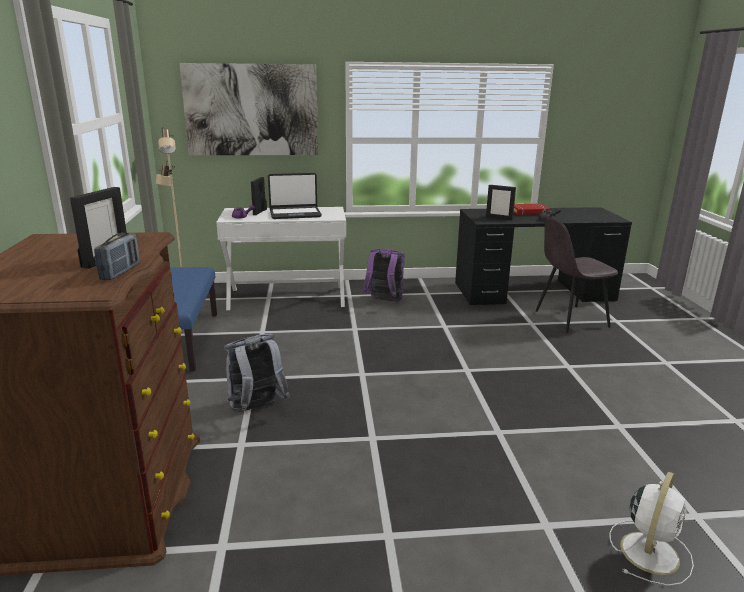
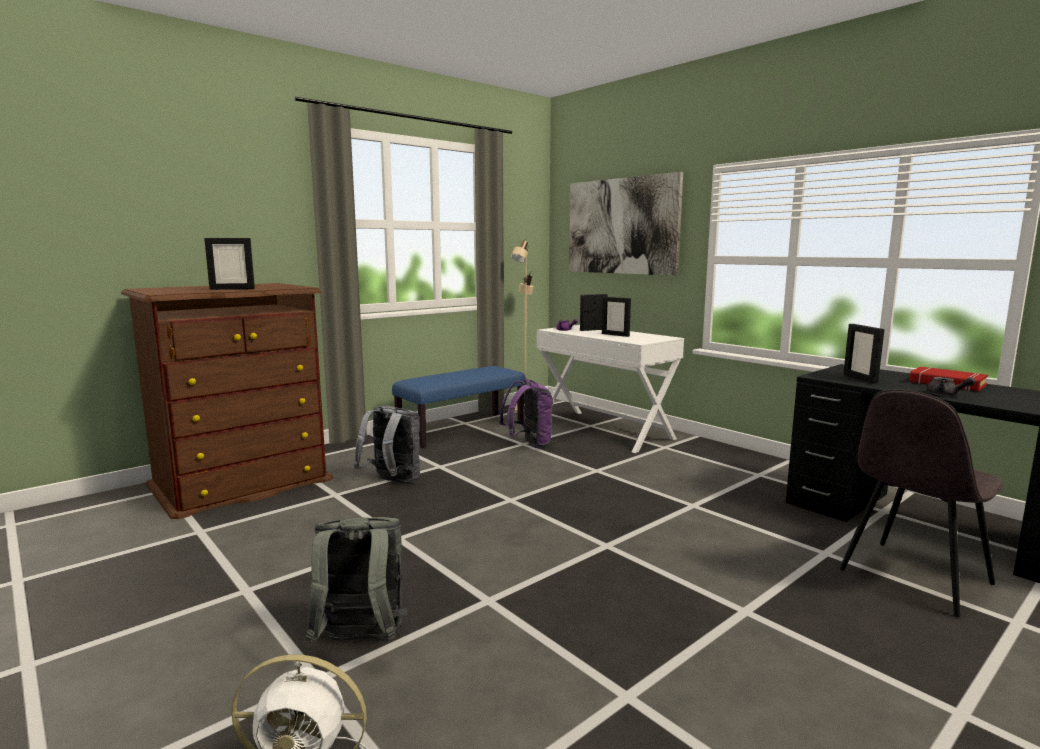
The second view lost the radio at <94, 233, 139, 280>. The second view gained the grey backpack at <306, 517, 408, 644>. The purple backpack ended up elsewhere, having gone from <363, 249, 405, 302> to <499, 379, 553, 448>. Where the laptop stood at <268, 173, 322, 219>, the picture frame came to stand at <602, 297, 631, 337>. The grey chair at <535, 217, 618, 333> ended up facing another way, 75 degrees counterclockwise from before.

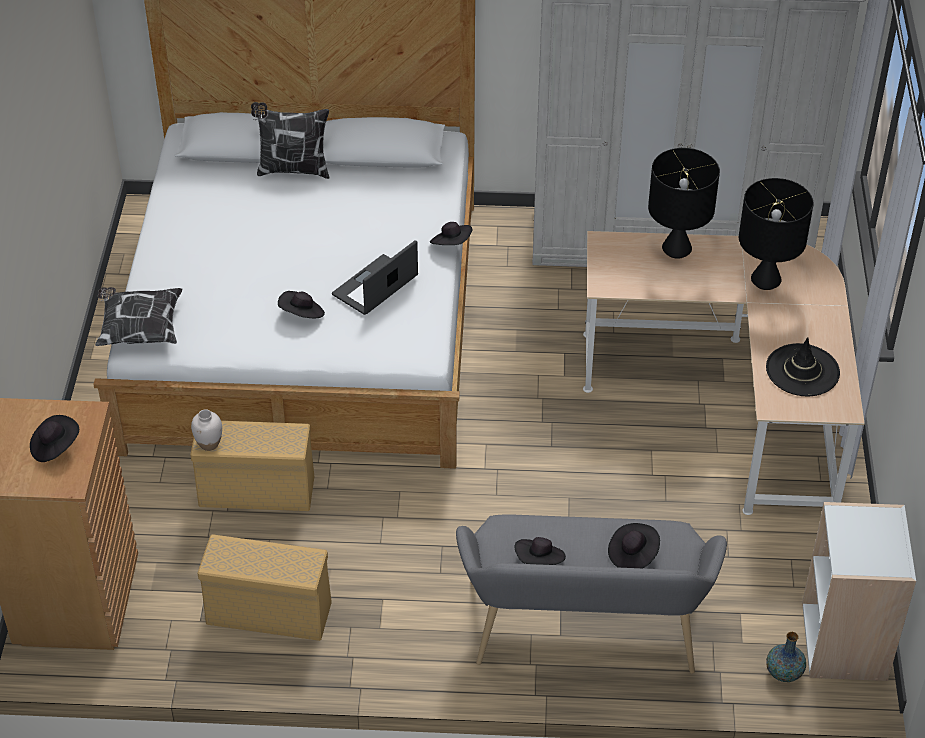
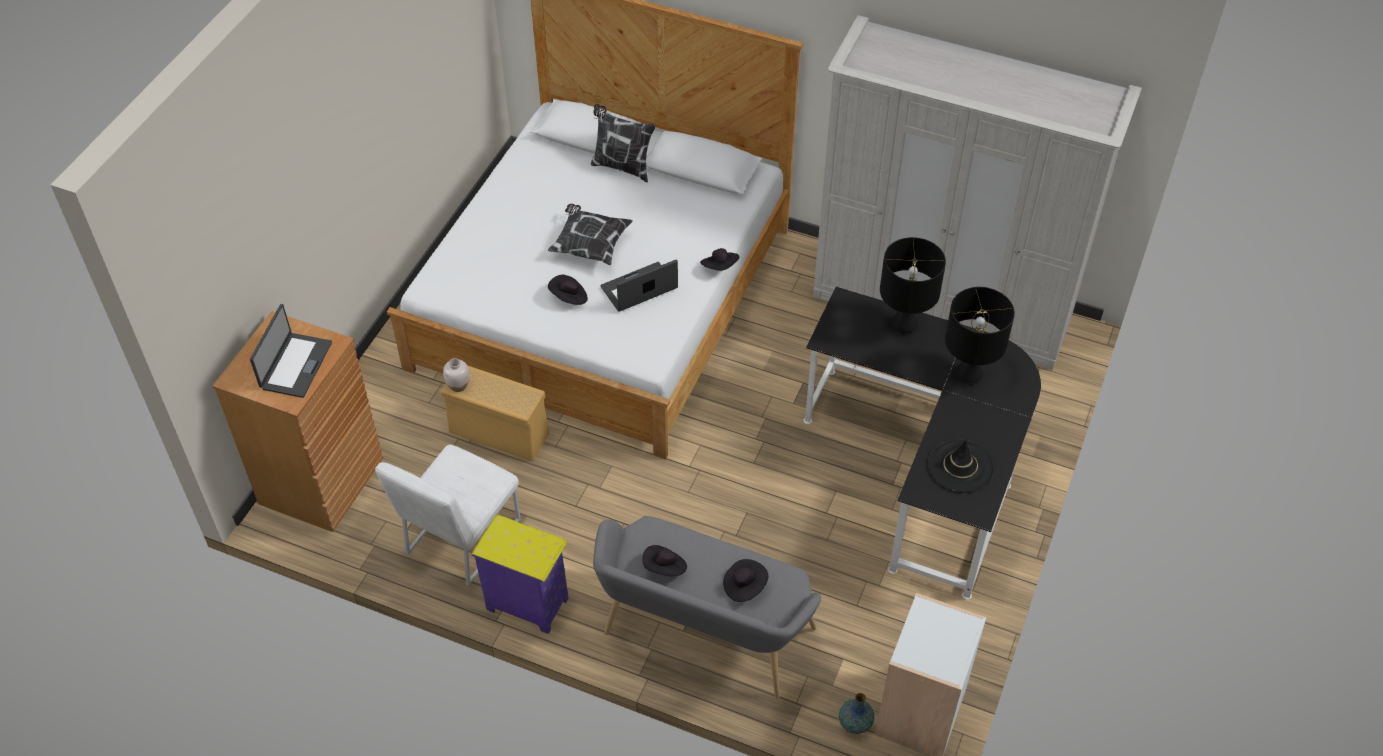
The second view gained the nightstand at <471, 514, 568, 634>. The pillow ended up elsewhere, having gone from <95, 287, 182, 346> to <548, 204, 633, 265>. Where the black hat stood at <30, 415, 79, 462>, the laptop came to stand at <250, 304, 332, 398>. Where the beige storage box stood at <198, 534, 332, 641>, the white chair came to stand at <375, 445, 521, 586>. What was the beige desk at <583, 231, 865, 515> turned into the black desk at <803, 287, 1041, 600>.

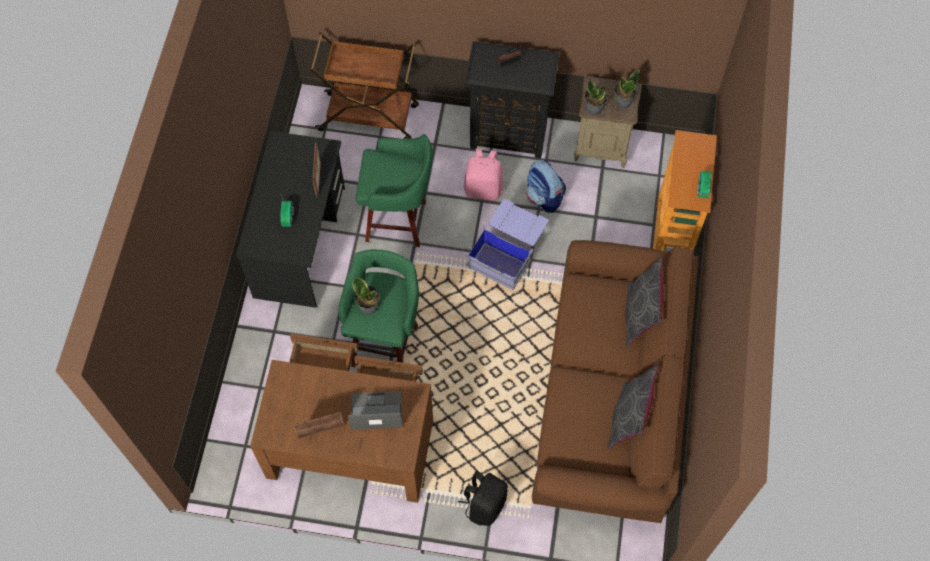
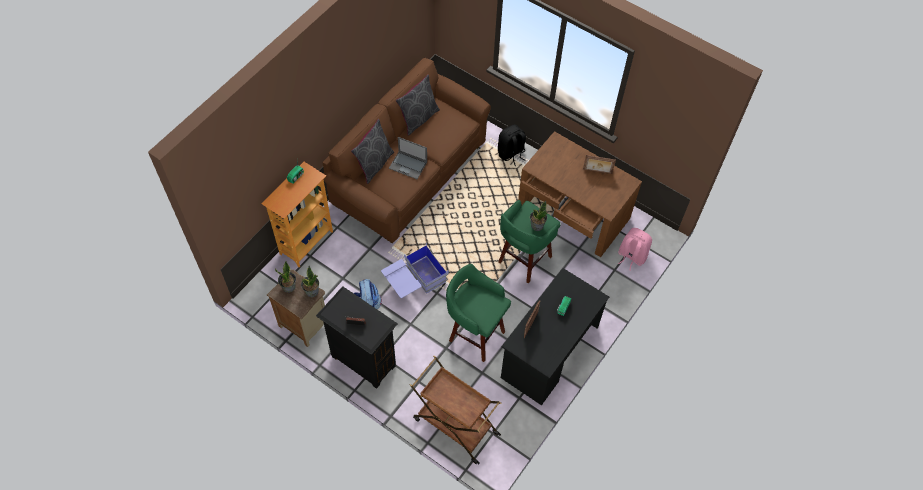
The laptop ended up elsewhere, having gone from <348, 391, 402, 430> to <389, 137, 427, 179>. The pink backpack ended up elsewhere, having gone from <464, 148, 504, 201> to <618, 228, 652, 270>.

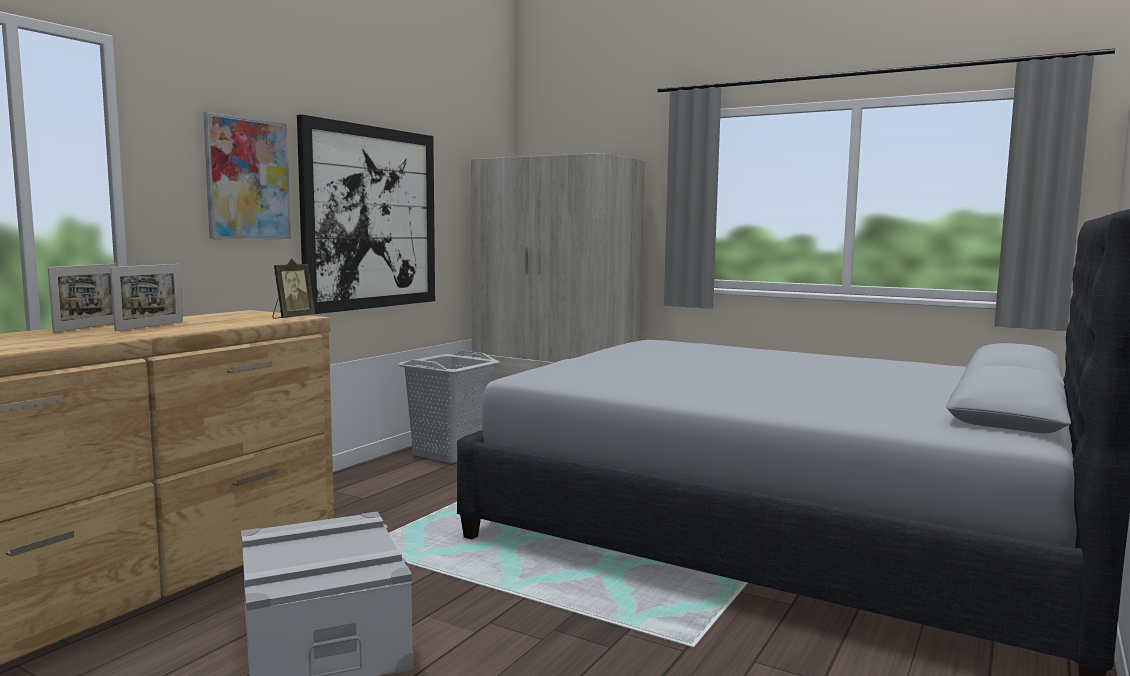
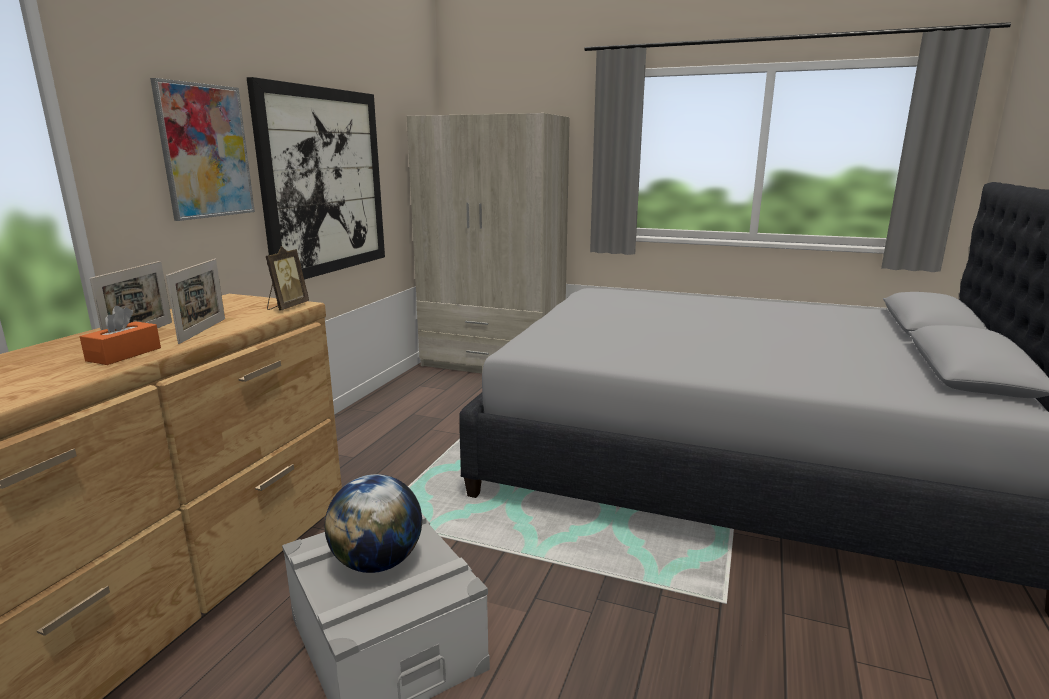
The second view lost the grey laundry basket at <398, 351, 500, 463>. The second view gained the orange tissue box at <80, 306, 161, 365>. The second view gained the globe at <325, 474, 422, 573>. The picture frame ended up elsewhere, having gone from <48, 264, 117, 332> to <166, 259, 225, 344>.

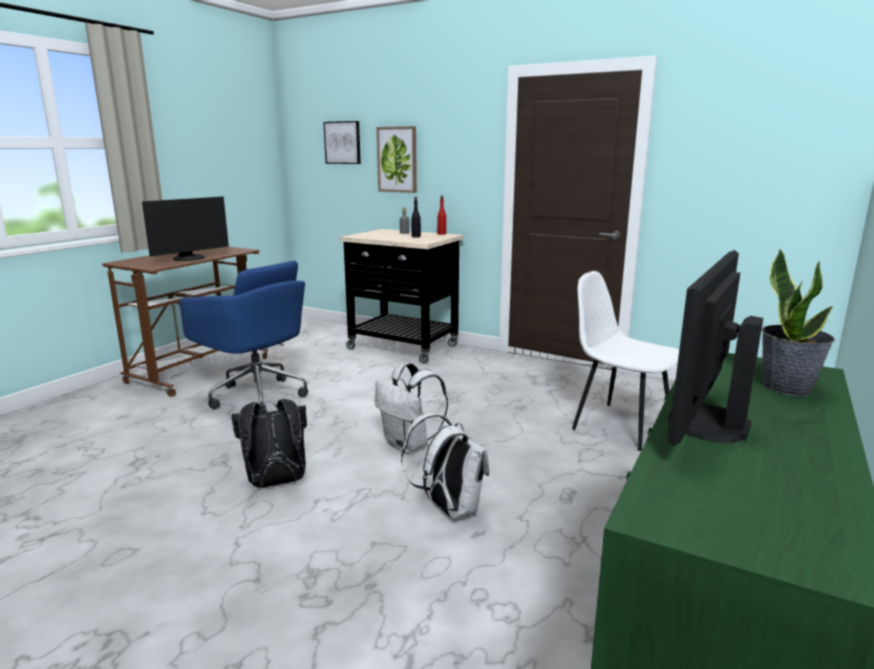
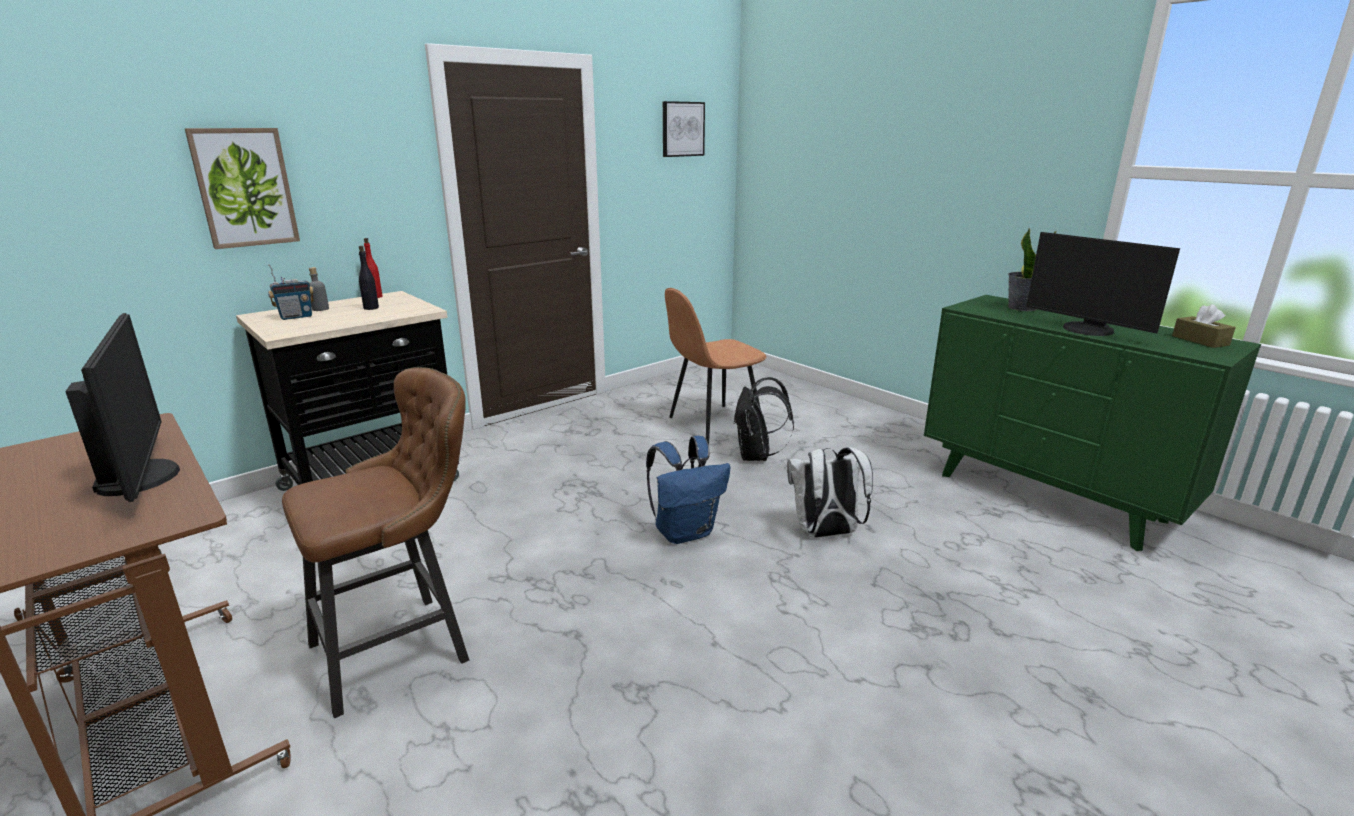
The second view gained the radio at <268, 264, 314, 320>. The second view gained the brown tissue box at <1172, 304, 1236, 348>. The black backpack ended up elsewhere, having gone from <231, 399, 307, 488> to <733, 377, 794, 461>. The picture ended up elsewhere, having gone from <323, 121, 361, 164> to <663, 101, 705, 157>. Where the blue office chair stood at <180, 261, 308, 413>, the brown stool came to stand at <282, 367, 469, 718>. What was the white backpack at <375, 363, 448, 453> turned into the blue backpack at <646, 436, 730, 544>. What was the white chair at <572, 271, 679, 451> turned into the brown chair at <665, 288, 766, 444>.

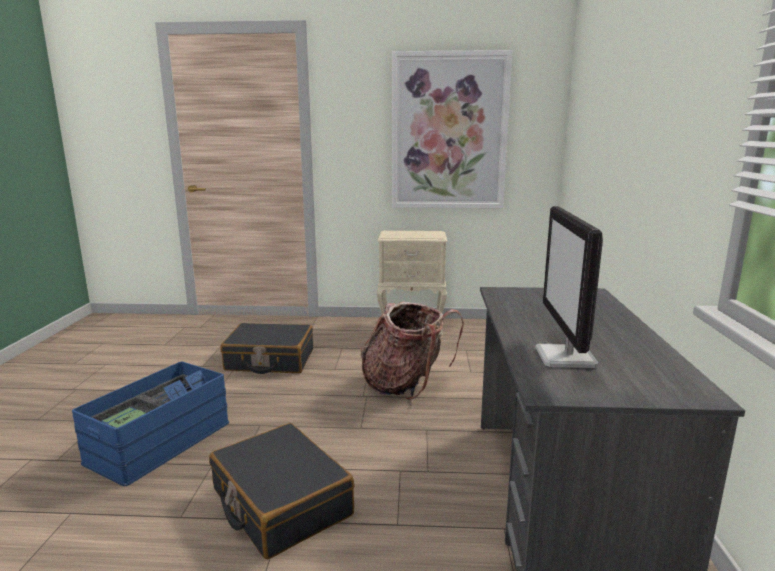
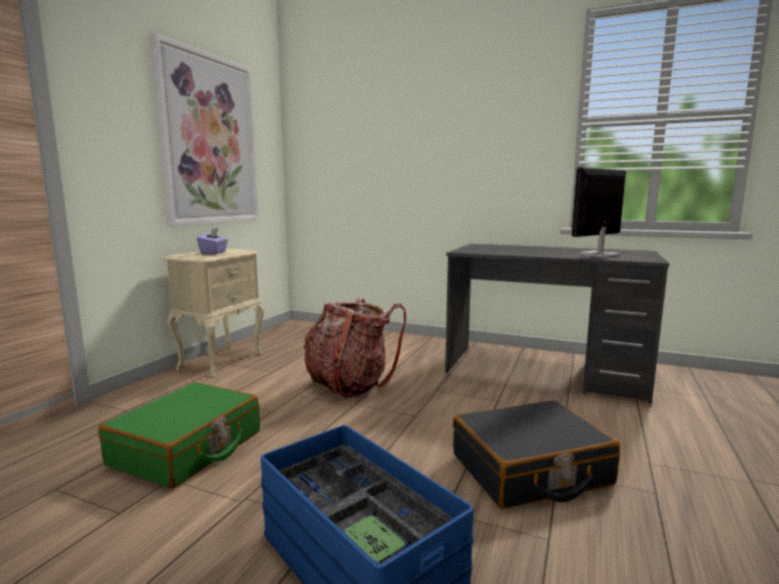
The second view gained the purple tissue box at <197, 228, 228, 254>. What was the black suitcase at <221, 323, 313, 374> turned into the green suitcase at <98, 382, 260, 489>. The monitor at <535, 206, 603, 368> ended up facing another way, 120 degrees clockwise from before.

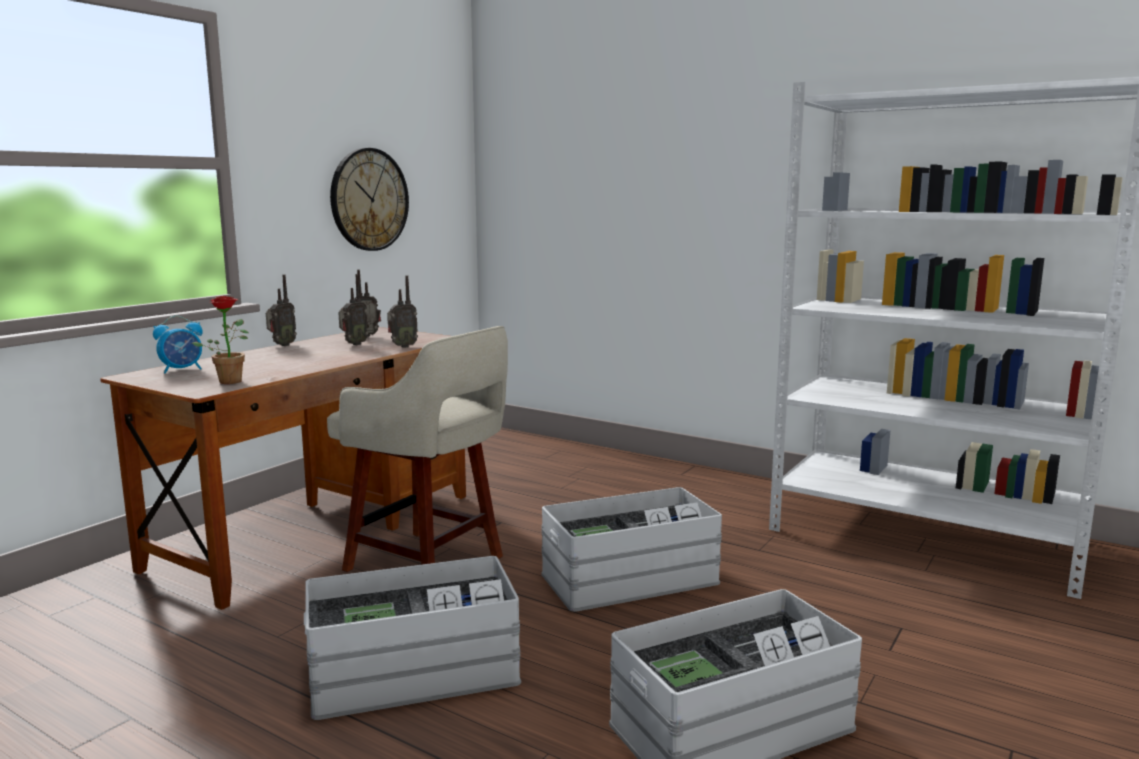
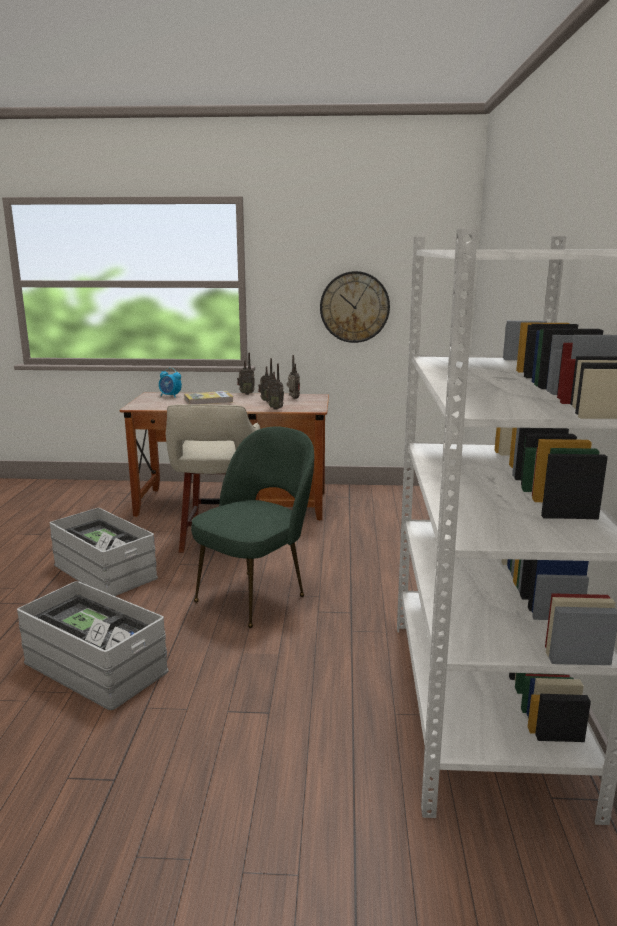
The second view lost the potted plant at <192, 296, 249, 384>. The second view gained the book at <184, 391, 233, 405>. Where the grey storage box stood at <541, 487, 722, 612>, the green chair came to stand at <191, 426, 314, 628>.

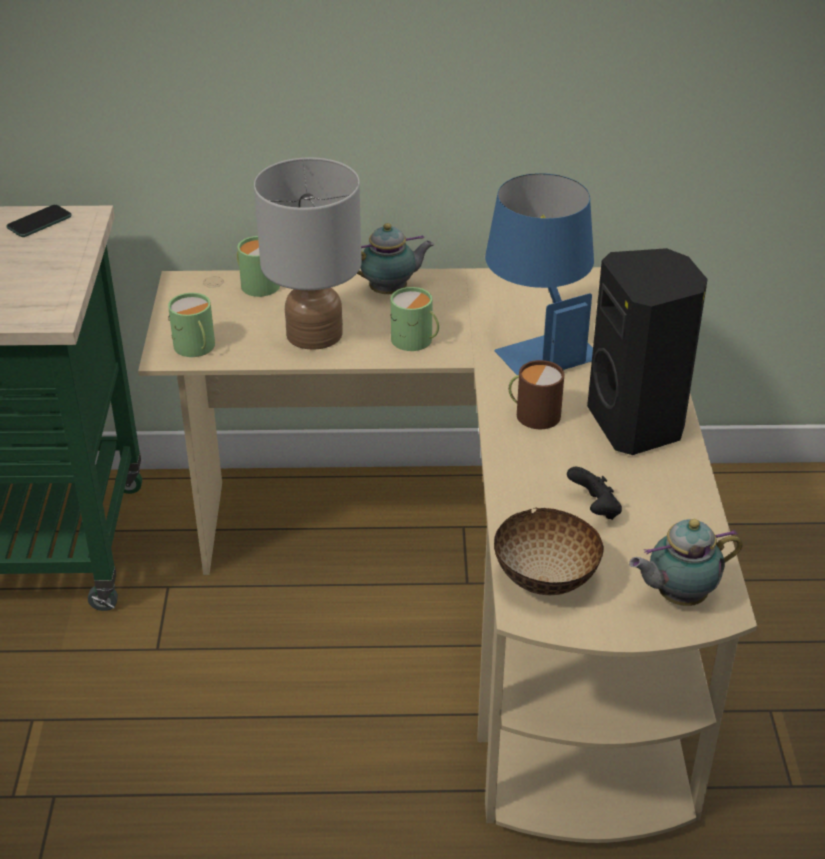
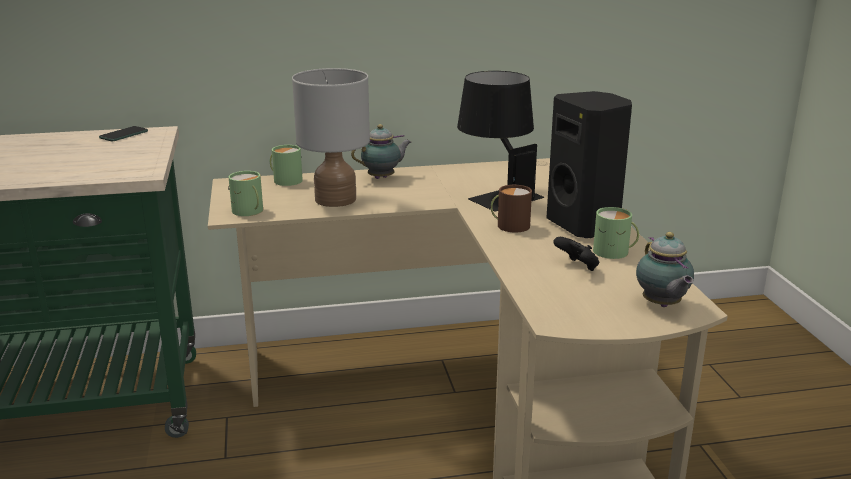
The second view lost the bowl at <494, 508, 604, 595>. The green mug ended up elsewhere, having gone from <390, 287, 439, 351> to <593, 207, 639, 259>. What was the blue table lamp at <485, 173, 594, 375> turned into the black table lamp at <457, 71, 544, 211>. The teapot at <629, 519, 743, 606> ended up facing another way, 75 degrees counterclockwise from before.

